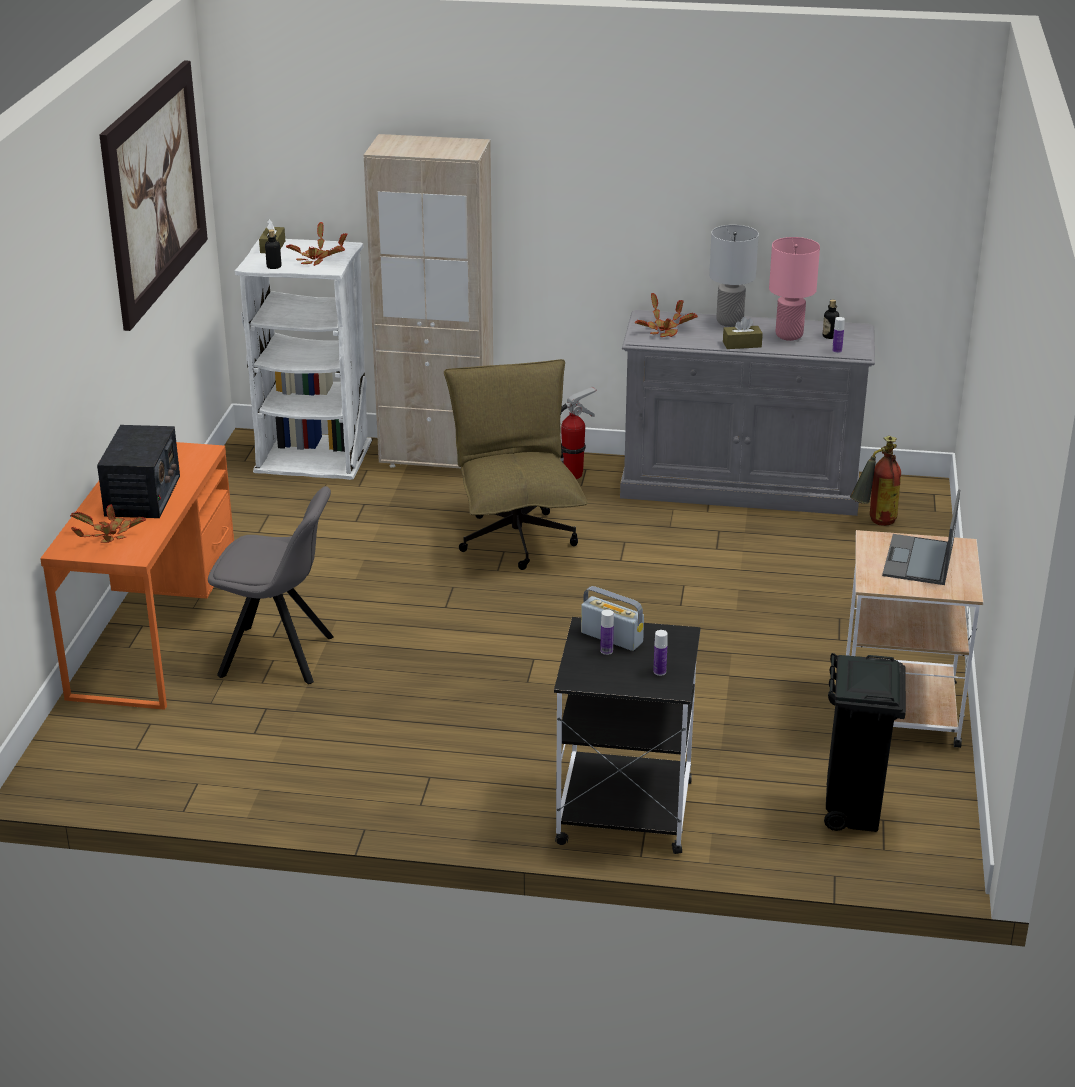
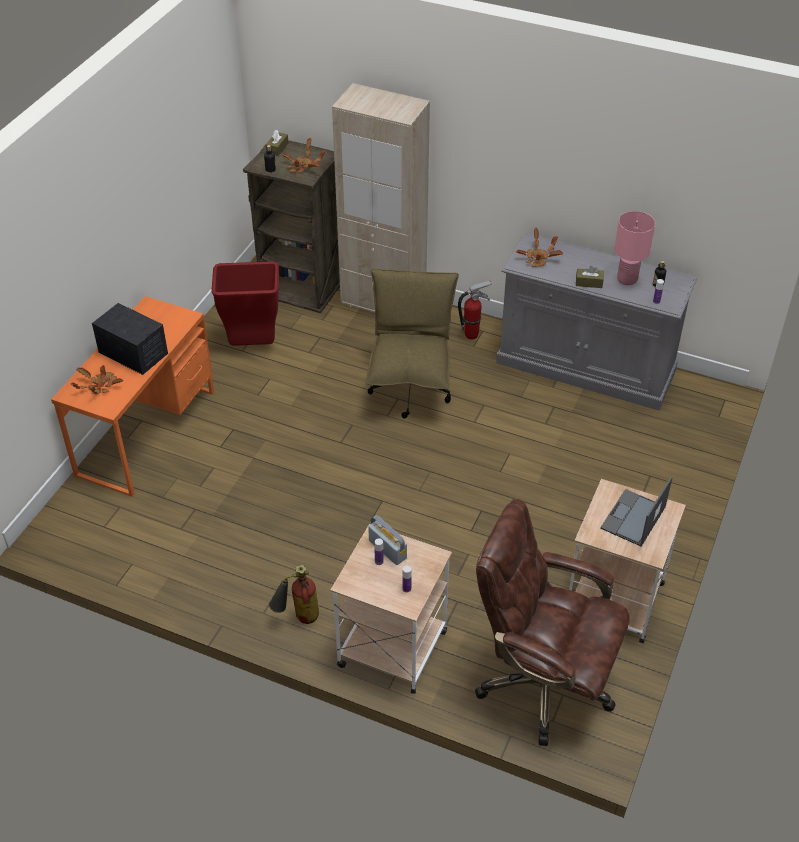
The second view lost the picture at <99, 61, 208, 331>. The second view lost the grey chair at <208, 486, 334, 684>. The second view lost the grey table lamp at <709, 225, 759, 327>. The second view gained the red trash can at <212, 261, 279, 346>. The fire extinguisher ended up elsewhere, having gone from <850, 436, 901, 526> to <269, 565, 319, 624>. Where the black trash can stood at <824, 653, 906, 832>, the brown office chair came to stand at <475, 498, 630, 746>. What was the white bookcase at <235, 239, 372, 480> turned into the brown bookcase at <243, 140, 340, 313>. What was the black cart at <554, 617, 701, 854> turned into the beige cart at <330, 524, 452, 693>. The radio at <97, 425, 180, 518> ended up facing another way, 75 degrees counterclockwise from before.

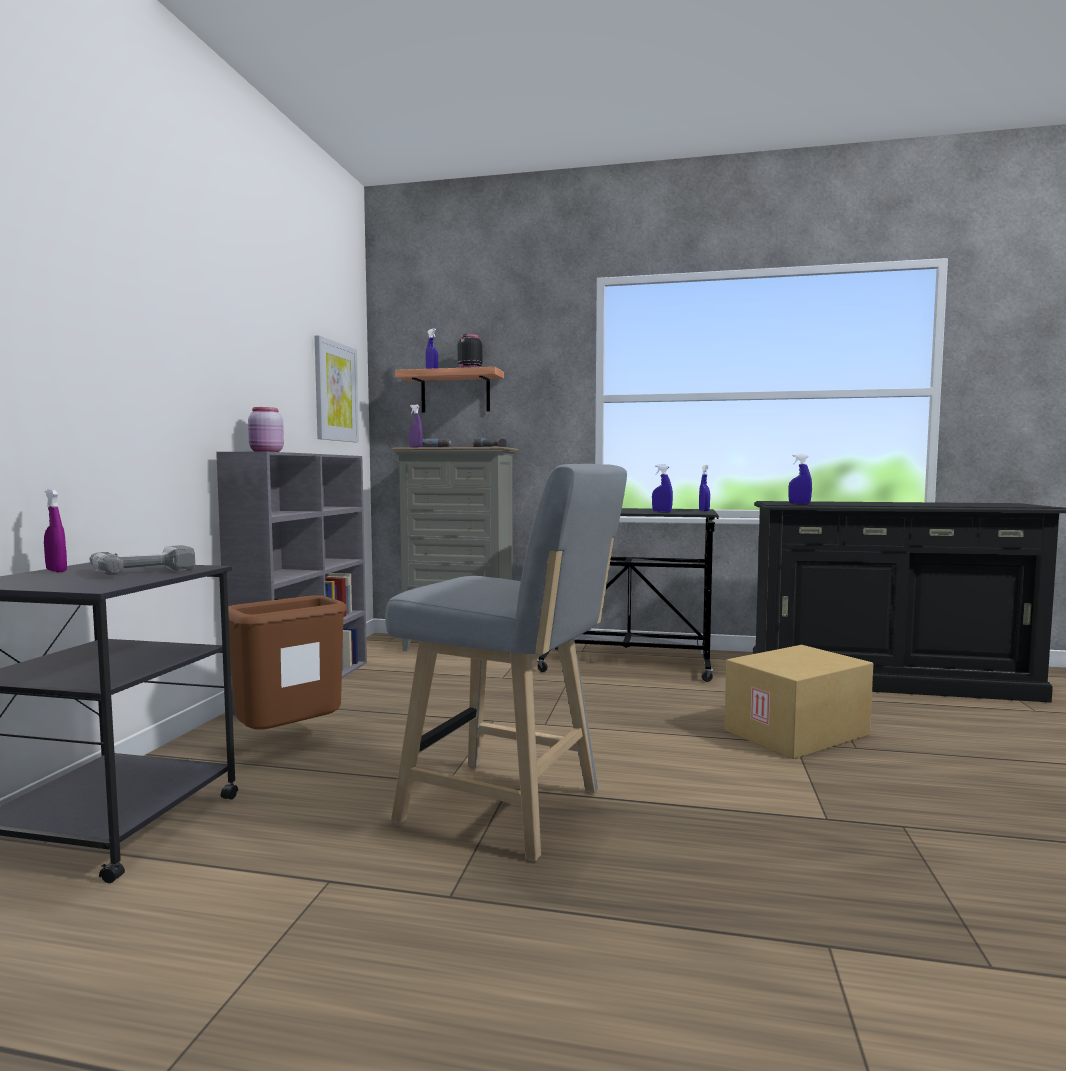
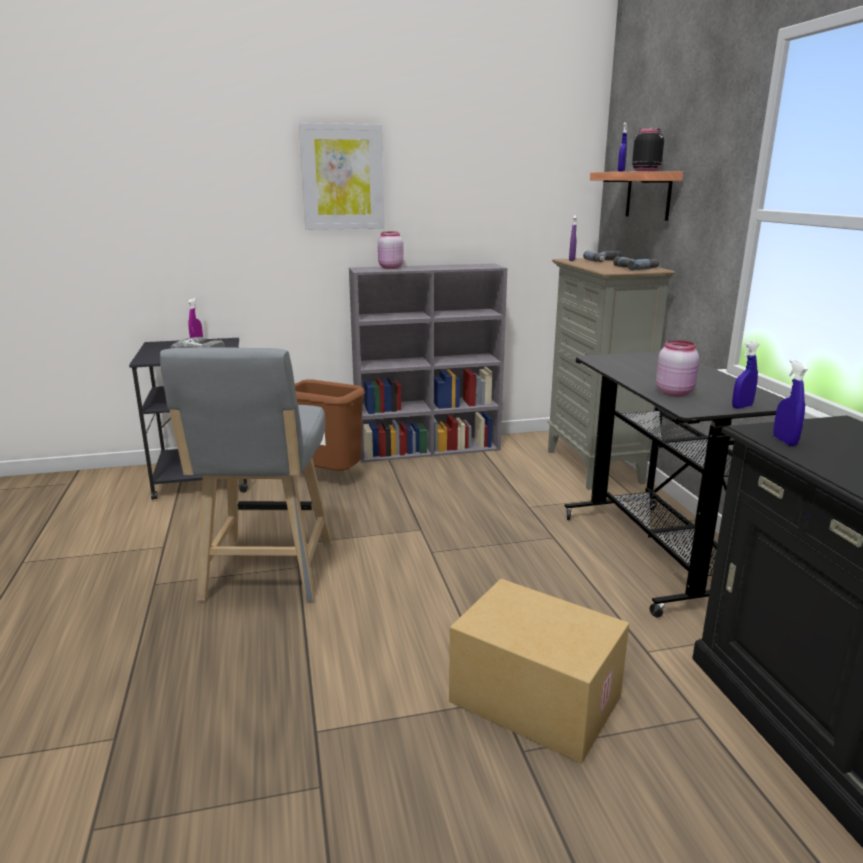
The picture ended up elsewhere, having gone from <315, 335, 359, 442> to <299, 123, 384, 230>. Where the blue spray bottle stood at <652, 465, 673, 512>, the pink jar came to stand at <656, 340, 699, 396>.

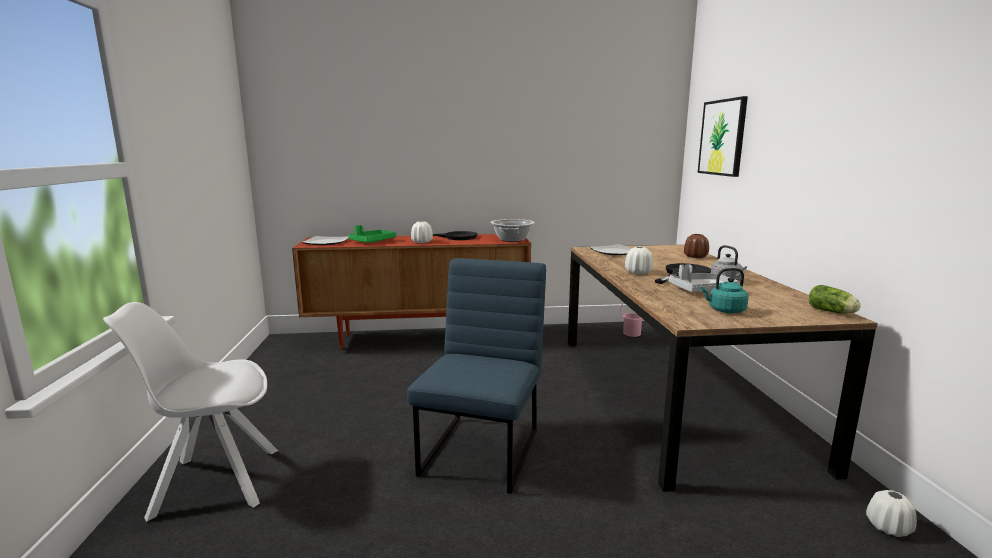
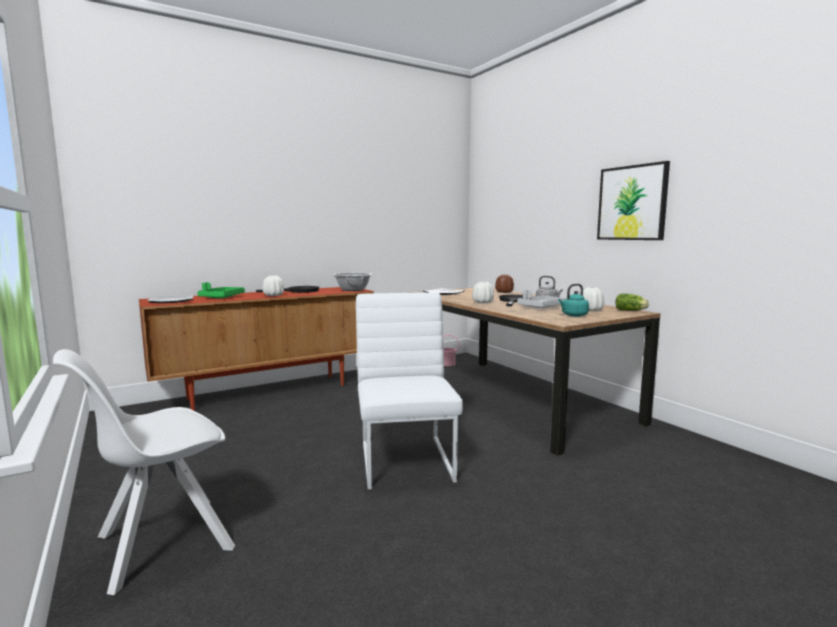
The picture ended up elsewhere, having gone from <698, 96, 748, 177> to <597, 161, 670, 240>. The white vase ended up elsewhere, having gone from <866, 490, 917, 537> to <583, 287, 604, 311>. What was the blue chair at <407, 258, 546, 494> turned into the white chair at <356, 292, 463, 490>.

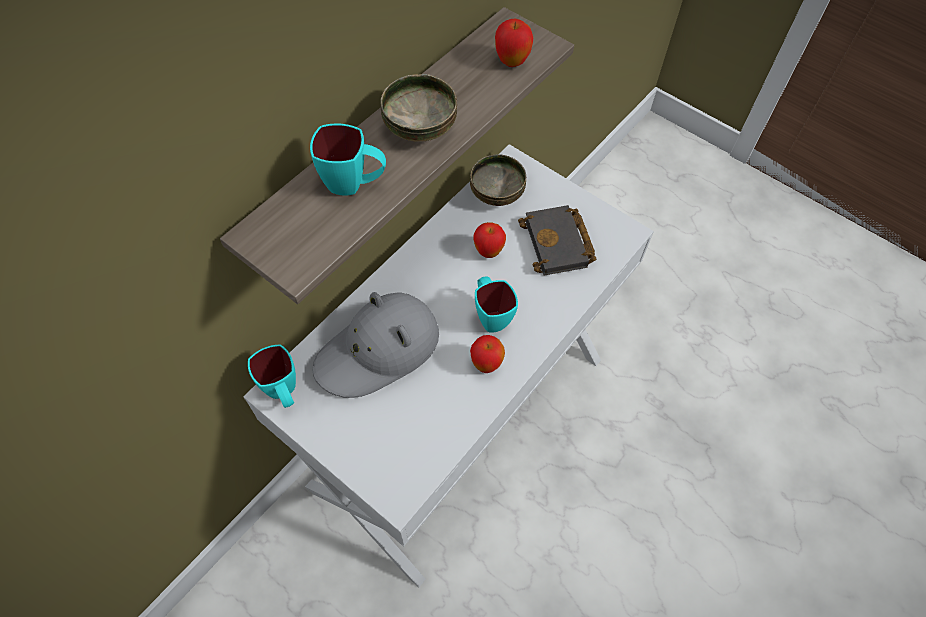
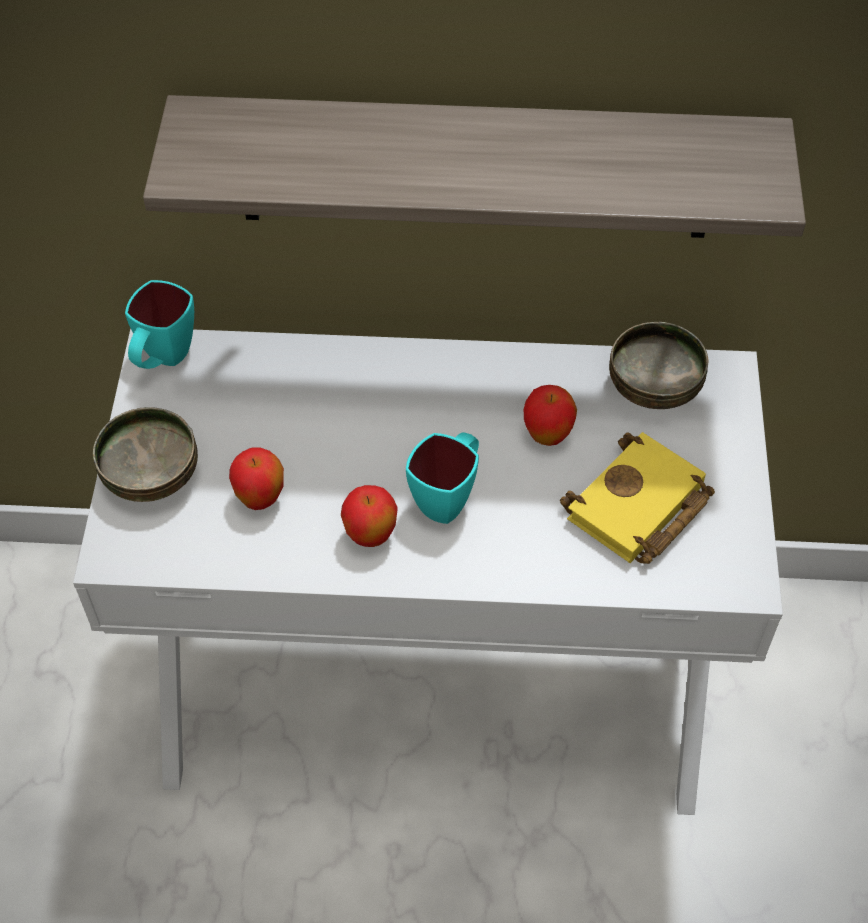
The second view lost the turquoise mug at <310, 124, 386, 196>. The second view lost the grey hat at <313, 292, 439, 398>. The bowl ended up elsewhere, having gone from <380, 74, 457, 142> to <93, 407, 198, 502>. The apple ended up elsewhere, having gone from <495, 18, 533, 67> to <229, 448, 284, 510>. What was the black book at <518, 205, 596, 276> turned into the yellow book at <560, 432, 715, 564>.

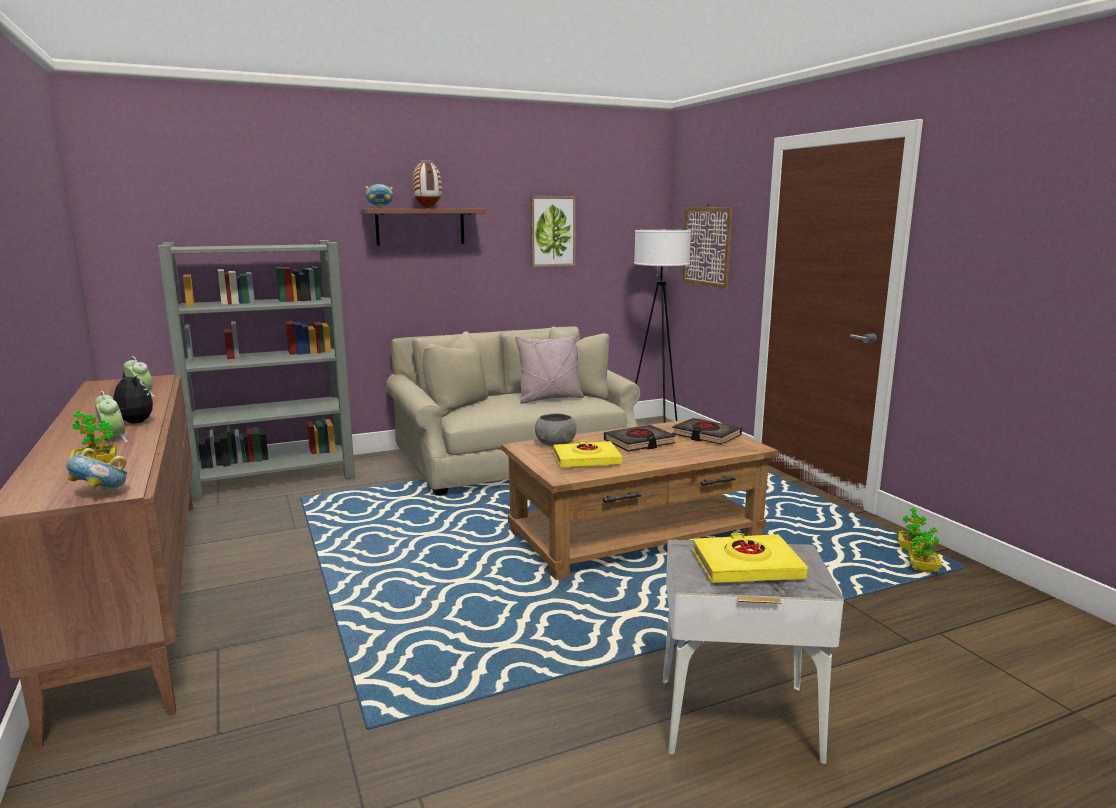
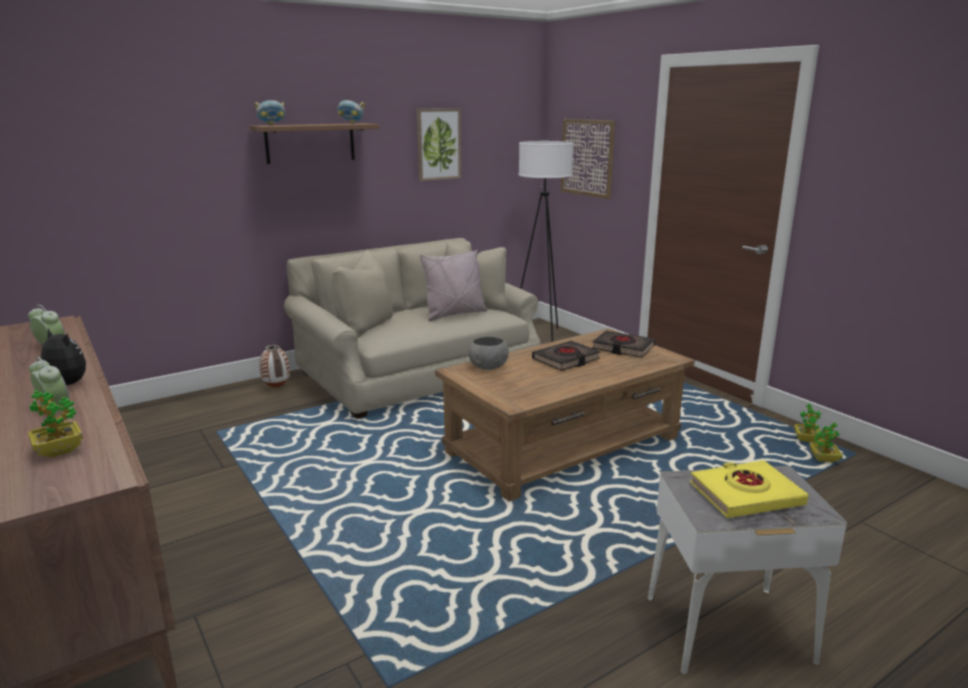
The second view lost the grey bookcase at <158, 240, 355, 501>. The second view lost the yellow book at <553, 440, 622, 468>. The bowl ended up elsewhere, having gone from <66, 448, 127, 493> to <337, 100, 365, 124>. The vase ended up elsewhere, having gone from <412, 160, 442, 208> to <259, 344, 290, 388>.

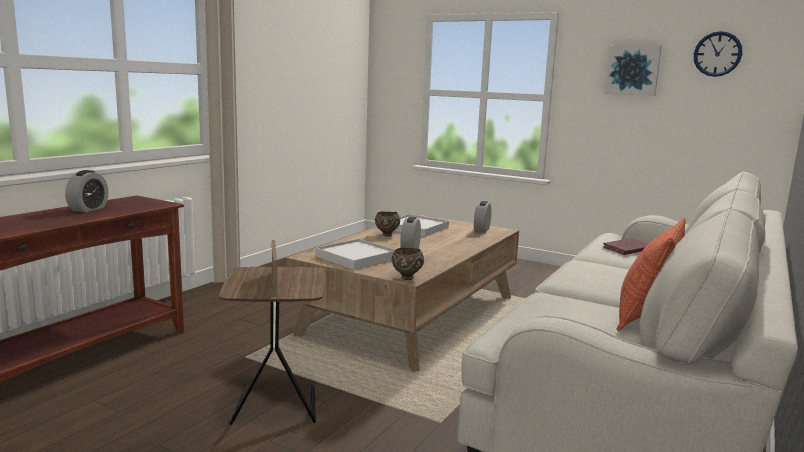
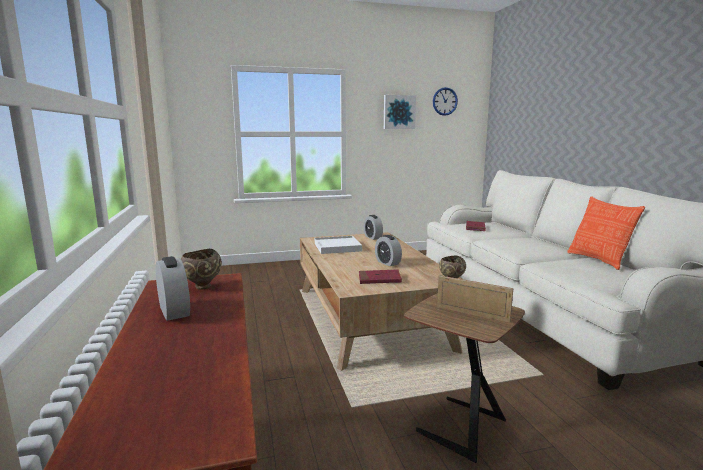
The brown bowl ended up elsewhere, having gone from <375, 212, 400, 236> to <181, 249, 222, 289>. Where the white tray stood at <315, 239, 395, 270>, the red book came to stand at <359, 269, 402, 284>.

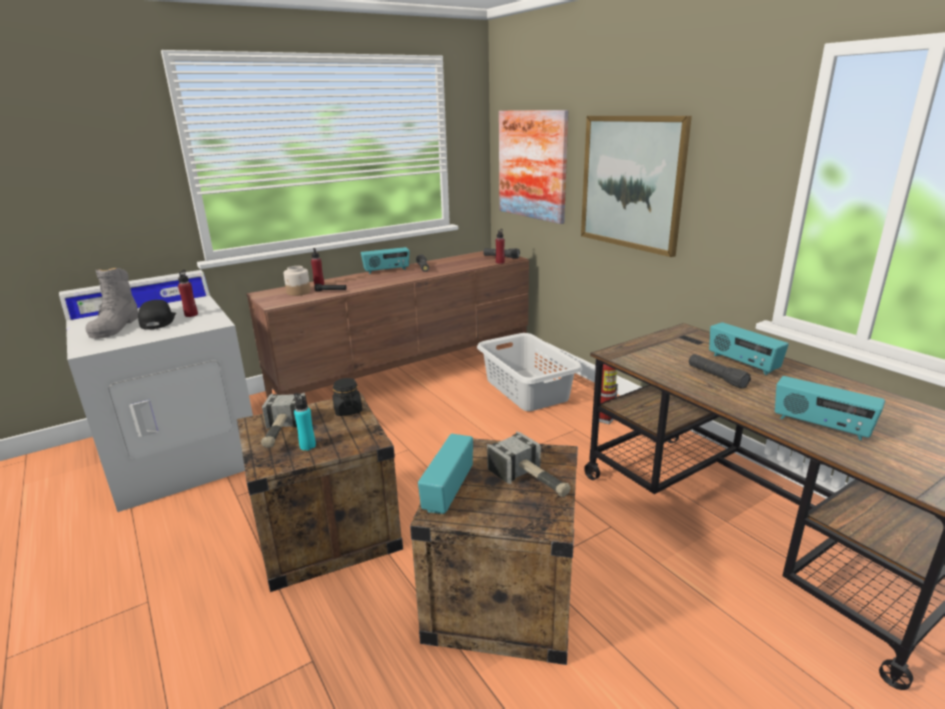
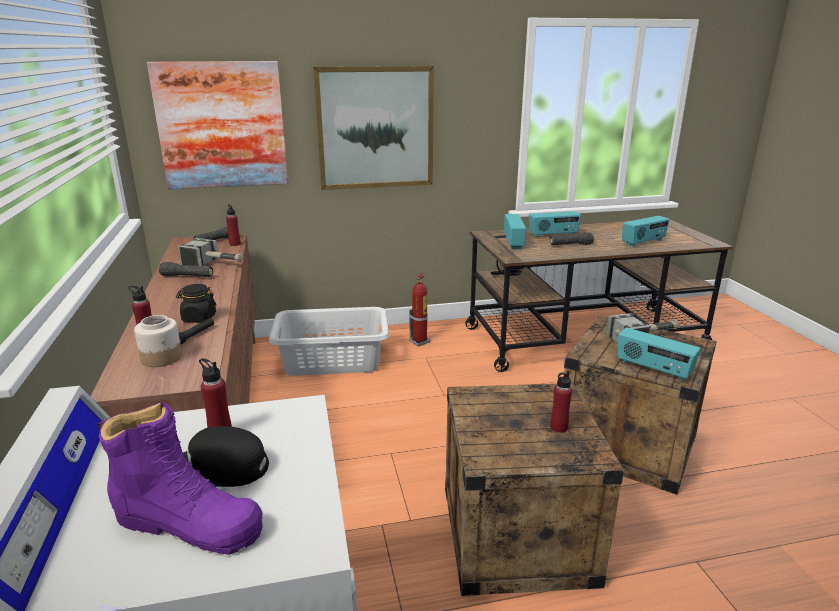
The hammer ended up elsewhere, having gone from <261, 393, 306, 448> to <178, 238, 244, 266>. The black jar ended up elsewhere, having gone from <332, 378, 362, 416> to <176, 284, 216, 322>. The radio ended up elsewhere, having gone from <361, 247, 410, 274> to <504, 214, 526, 249>. What was the grey boot at <86, 268, 138, 339> turned into the purple boot at <98, 402, 263, 555>. What was the turquoise bottle at <294, 393, 316, 451> turned into the red bottle at <550, 370, 572, 433>.

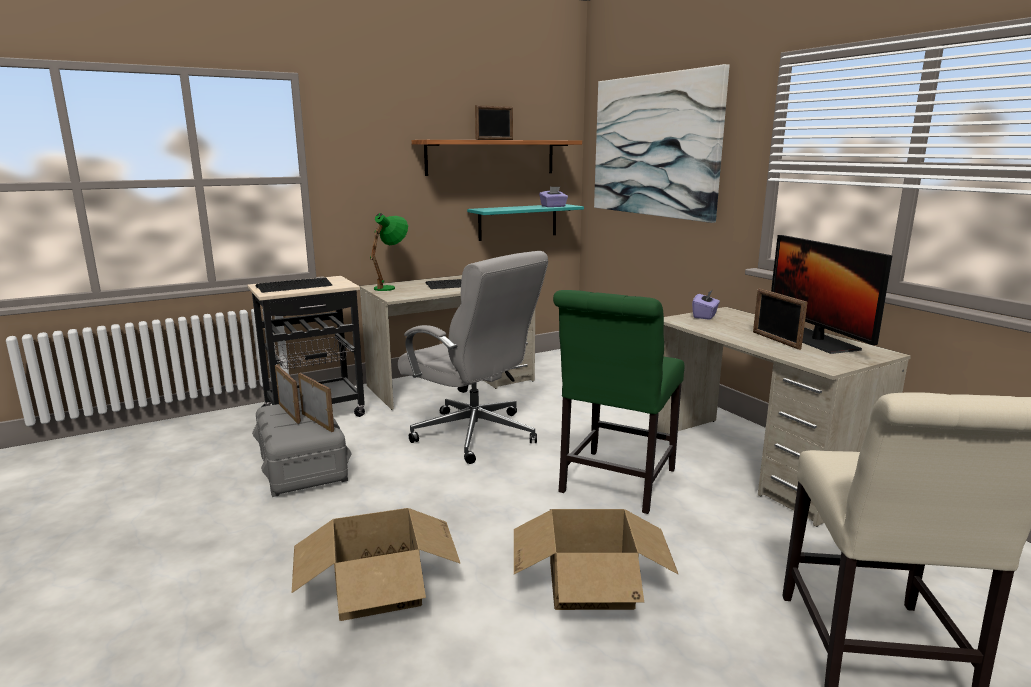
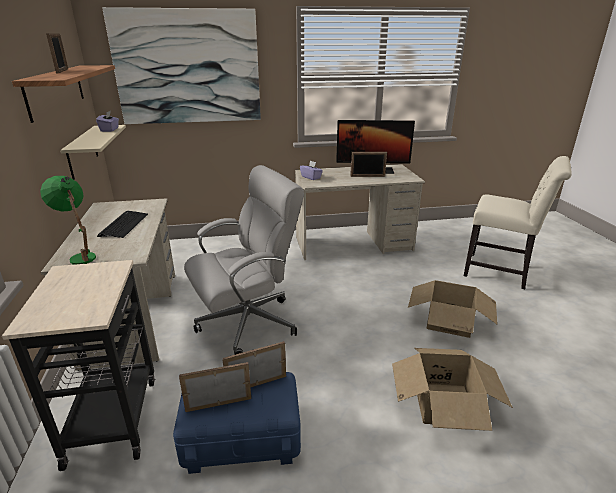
The second view lost the keyboard at <255, 278, 332, 293>. The second view lost the green chair at <553, 290, 684, 514>. What was the grey storage box at <252, 401, 352, 497> turned into the blue storage box at <173, 372, 301, 474>. What was the turquoise shelf at <467, 204, 584, 241> turned into the beige shelf at <60, 125, 126, 180>.

